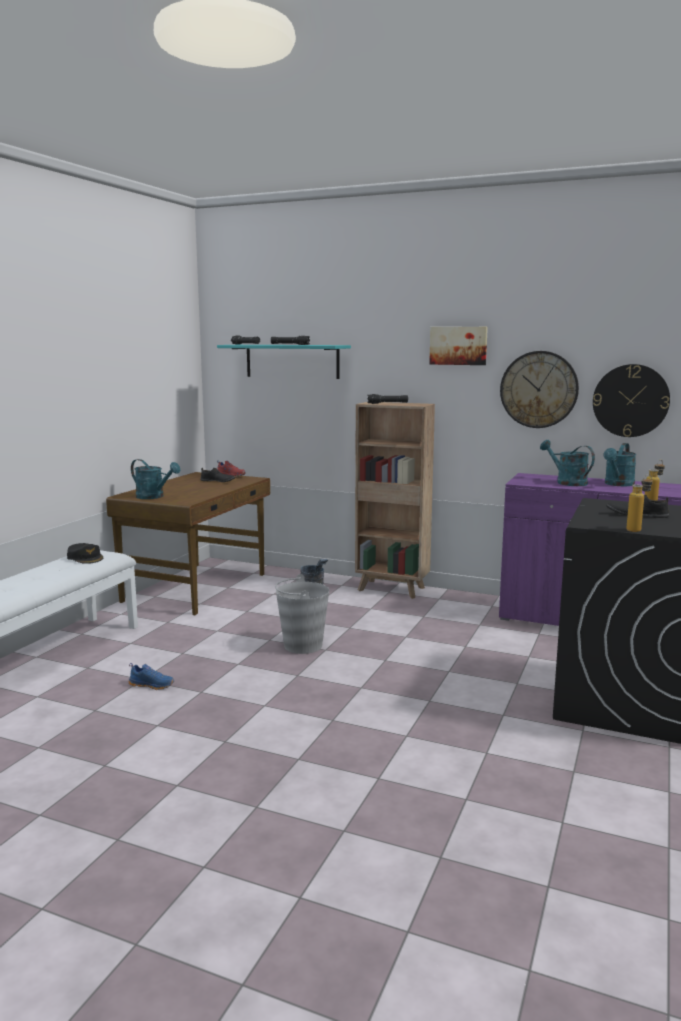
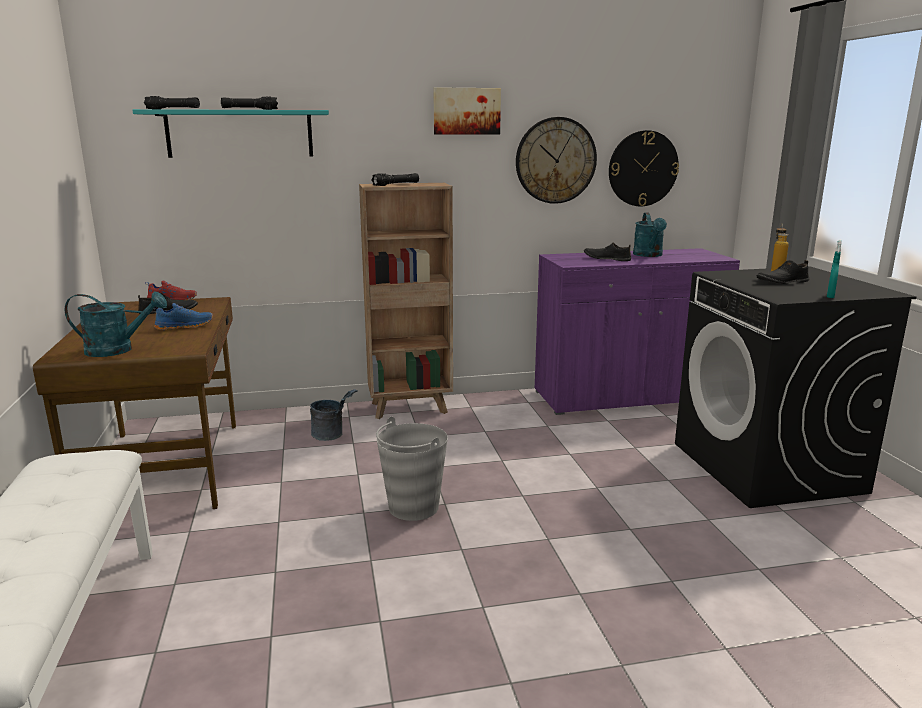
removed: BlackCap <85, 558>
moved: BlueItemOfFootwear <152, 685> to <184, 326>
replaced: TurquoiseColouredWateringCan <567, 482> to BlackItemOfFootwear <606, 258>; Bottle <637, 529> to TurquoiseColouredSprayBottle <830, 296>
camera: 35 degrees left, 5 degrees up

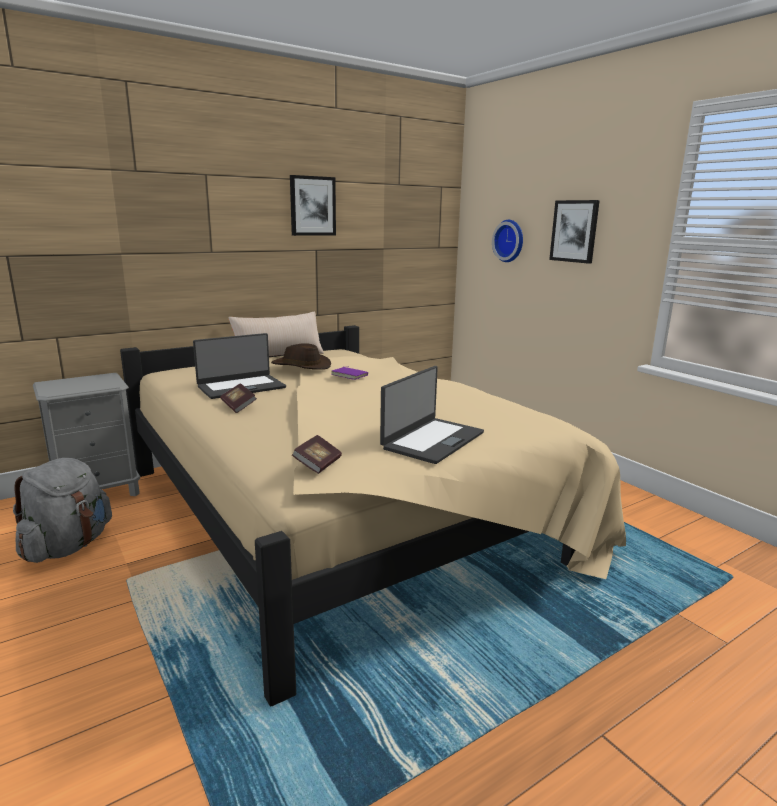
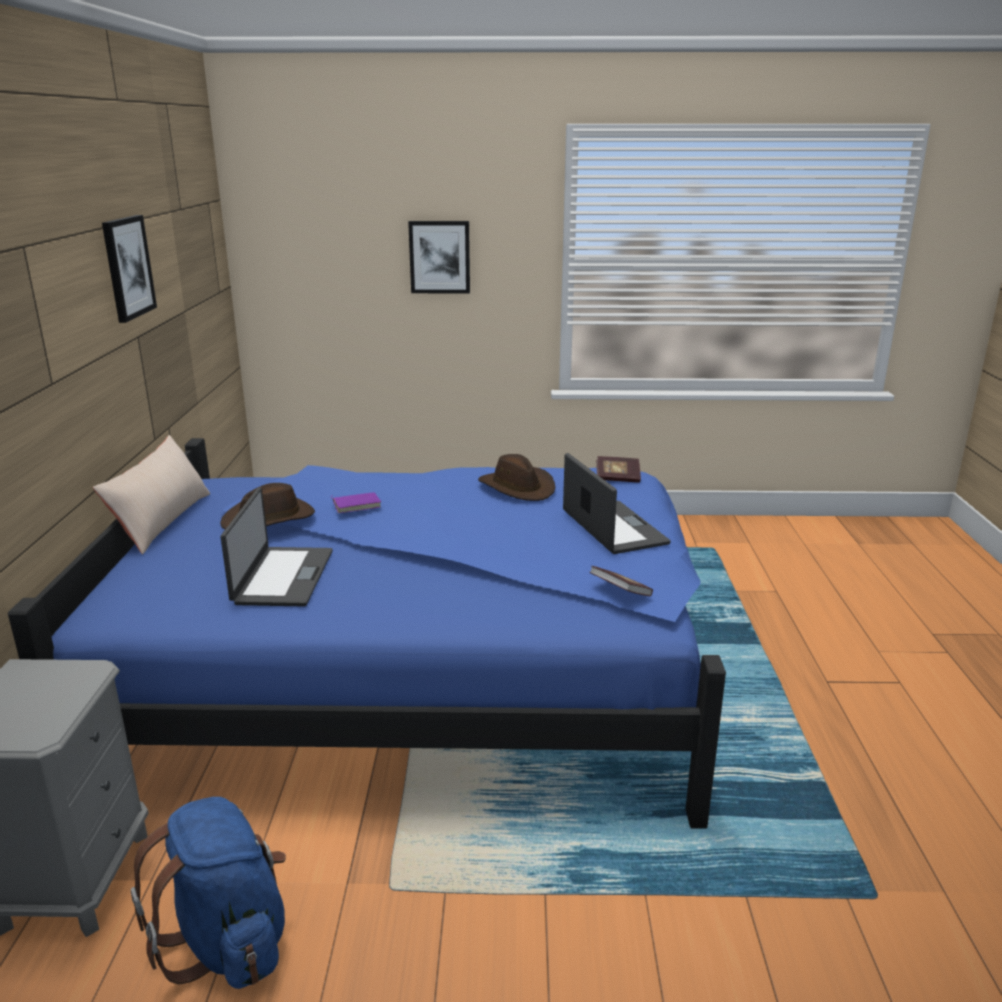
removed: WallClock <510, 241>
added: BrownishHat <518, 487>
moved: Volume <238, 406> to <617, 478>
recoloured: GreyishKnapsack <68, 546> to BlueKnapsack <228, 940>; BeigeBedroomBed <347, 513> to BlueBedroomBed <426, 674>
camera: 55 degrees left, 5 degrees up

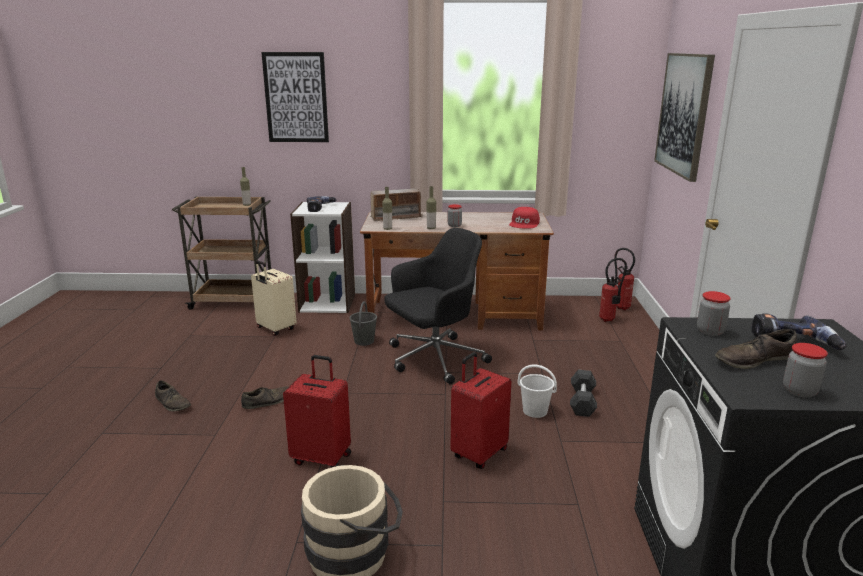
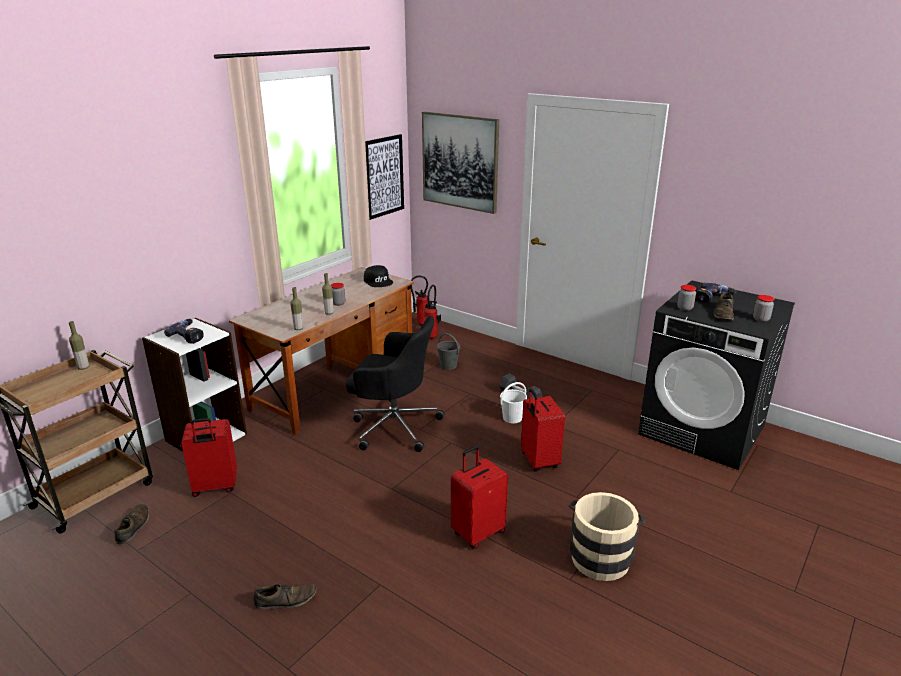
removed: RadioReceiver <396, 217>
moved: BrownishItemOfFootwear <268, 401> to <133, 527>; WallArt <296, 98> to <384, 176>; GreyishWaterBucket <364, 341> to <448, 366>
recoloured: BeigeSuitcase <275, 329> to RedSuitcase <215, 487>; RedCap <524, 224> to BlackCap <378, 281>
turned: BlackOfficeChair <434, 359> = <394, 426> 105 degrees clockwise
camera: 55 degrees left, 5 degrees up

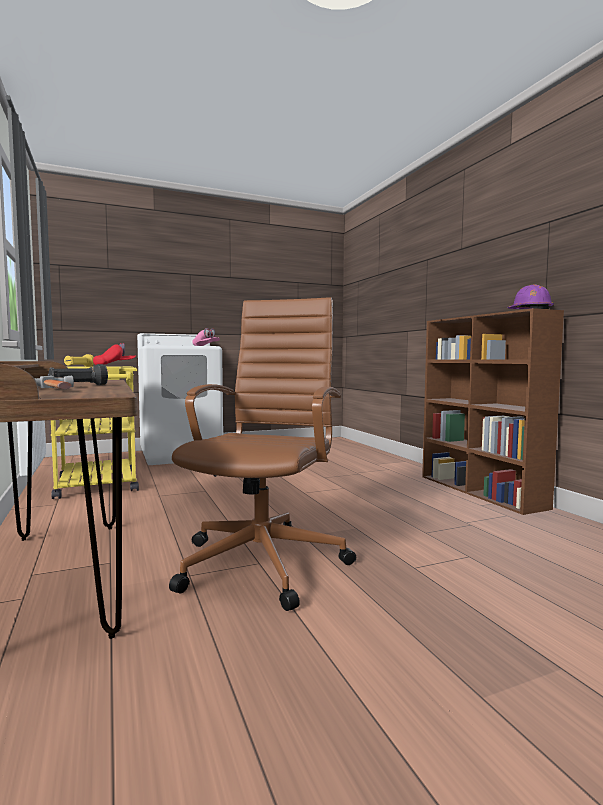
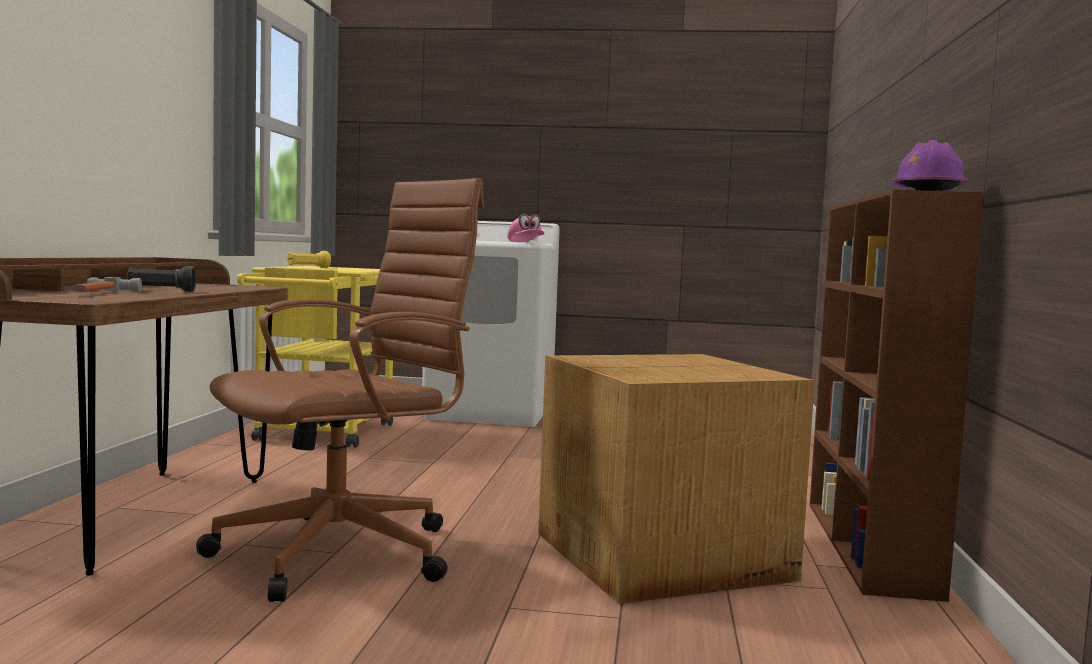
removed: RedCap <115, 366>
added: Carton <666, 557>
camera: 30 degrees right, 0 degrees up

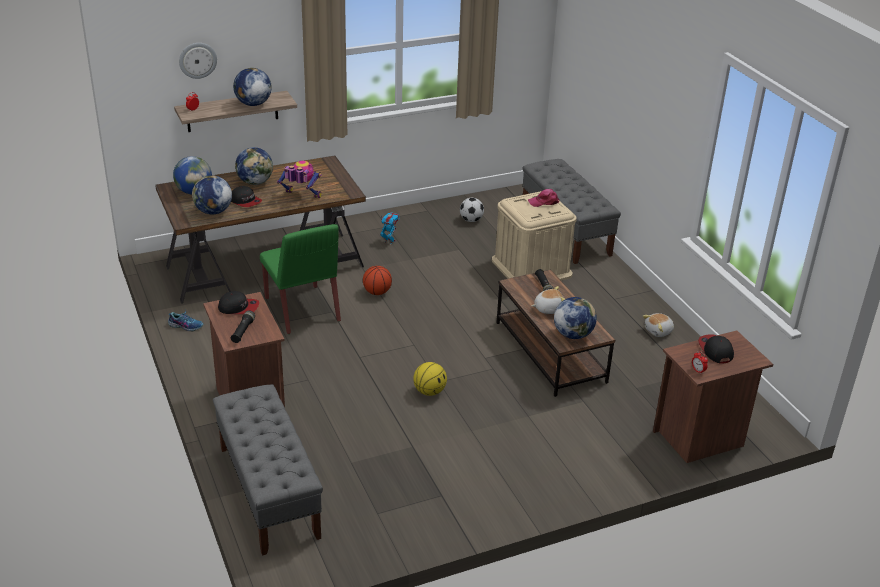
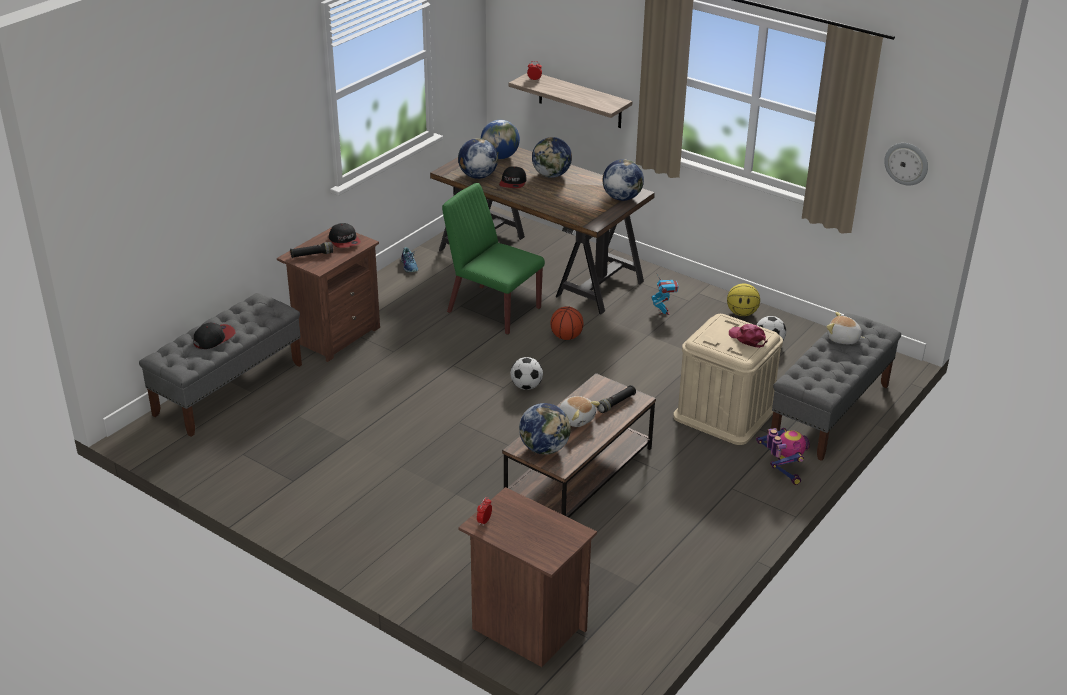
added: Football <526, 386>
moved: WallClock <197, 60> to <906, 163>; DeskGlobe <253, 104> to <621, 198>; ModelRobot <301, 197> to <781, 471>; BasketballBall <429, 391> to <742, 313>; SoftToy <659, 331> to <843, 339>; Cap <715, 350> to <214, 338>
turned: GreenColouredChair <302, 310> = <493, 310> 90 degrees clockwise
camera: 60 degrees right, 0 degrees up

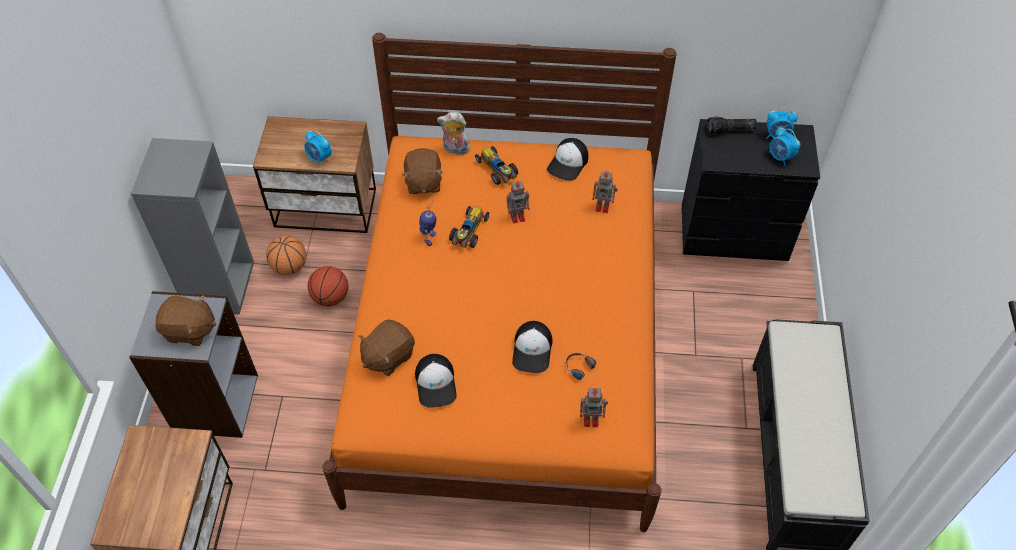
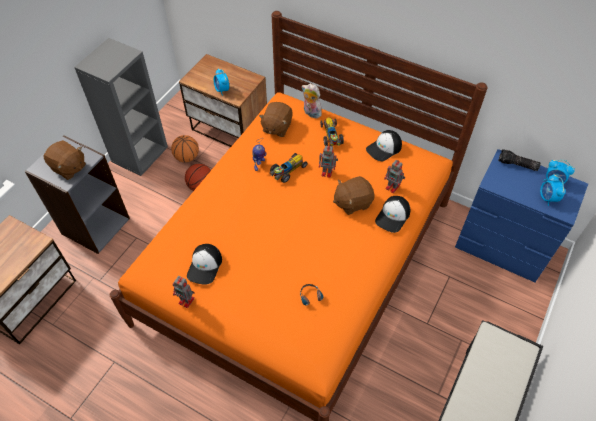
moved: BrownishSoftToy <388, 356> to <352, 202>; Cap <532, 350> to <393, 216>; ModelRobot <592, 419> to <187, 301>
recoloured: BlackDrawerChest <734, 234> to BlueDrawerChest <502, 247>
camera: 25 degrees right, 0 degrees up

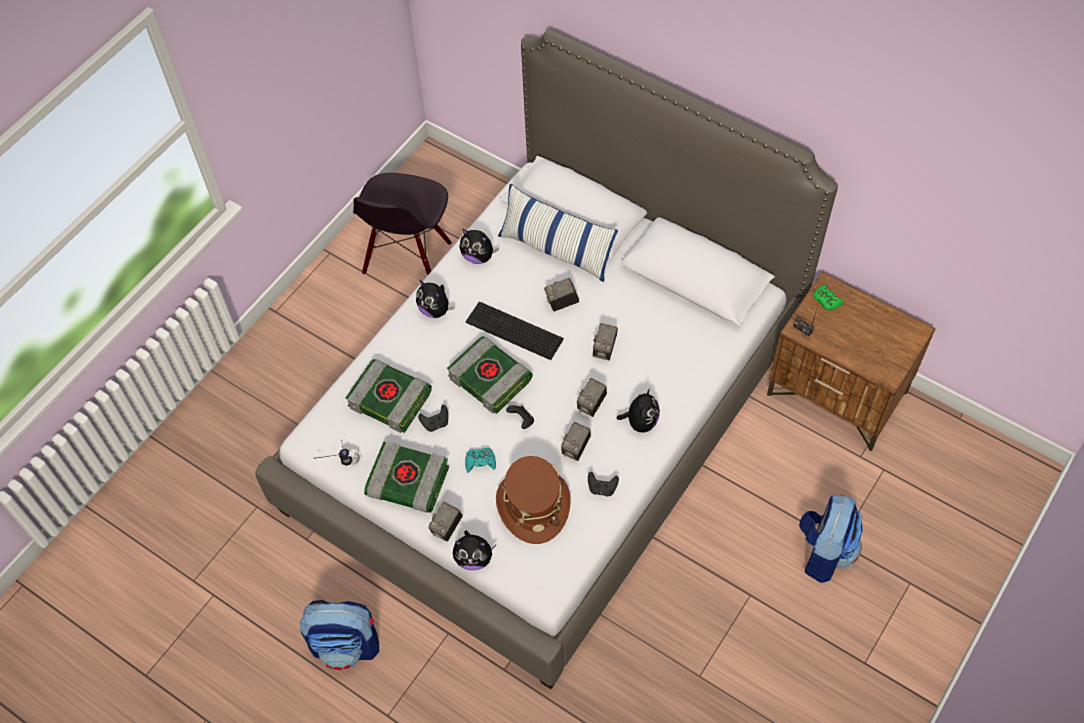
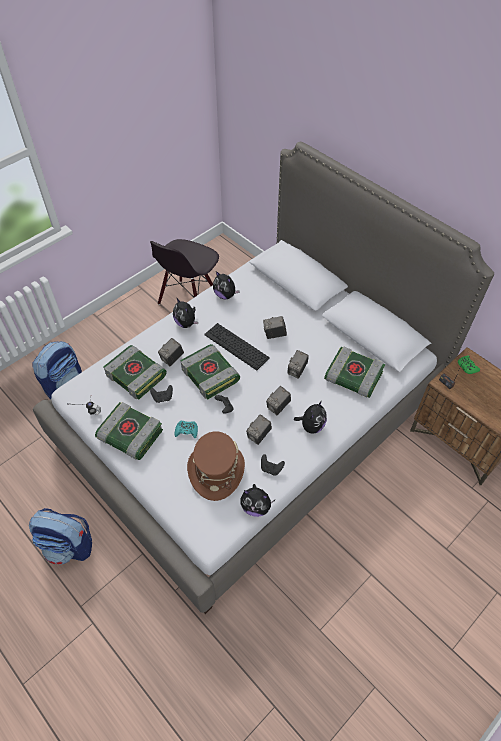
removed: Cushion <556, 249>
added: Volume <352, 377>
moved: PhotoCamera <447, 528> to <172, 359>; SoftToy <474, 558> to <256, 507>; Knapsack <823, 551> to <64, 384>
camera: 10 degrees right, 5 degrees down

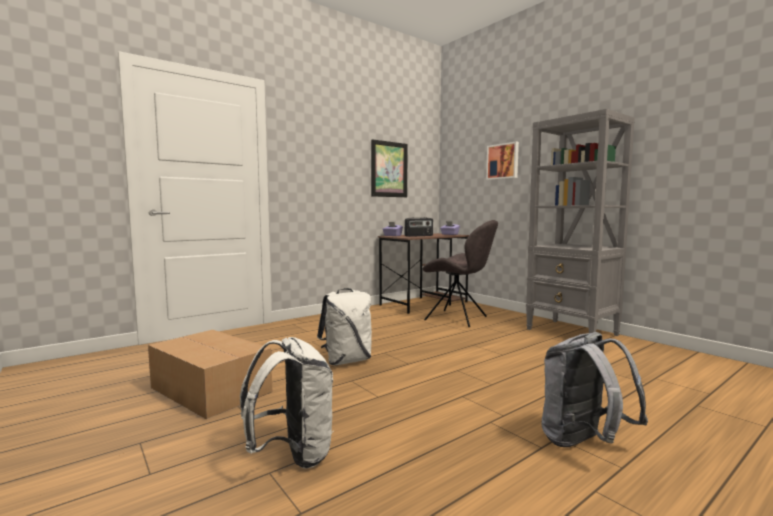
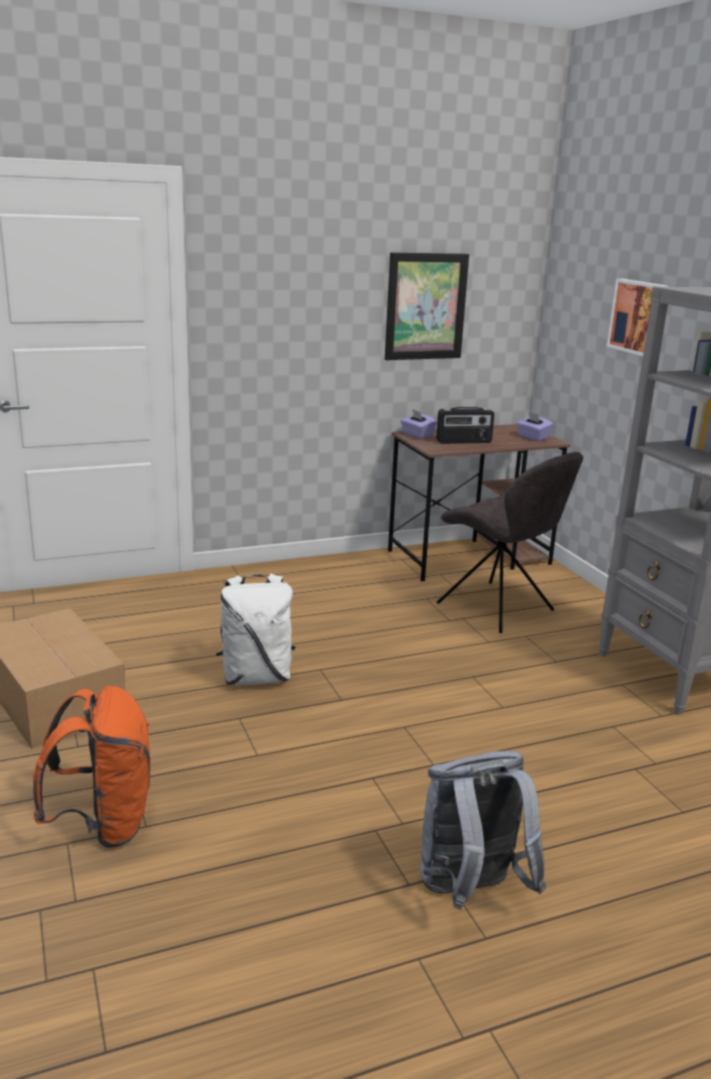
recoloured: WhiteKnapsack <293, 454> to OrangeyKnapsack <104, 824>
camera: 15 degrees right, 15 degrees up

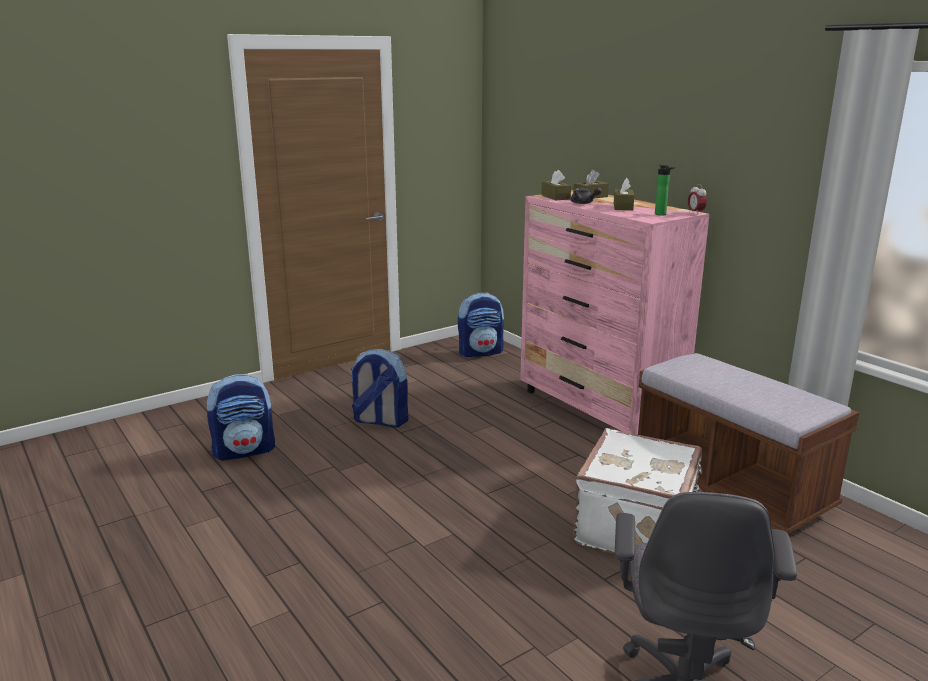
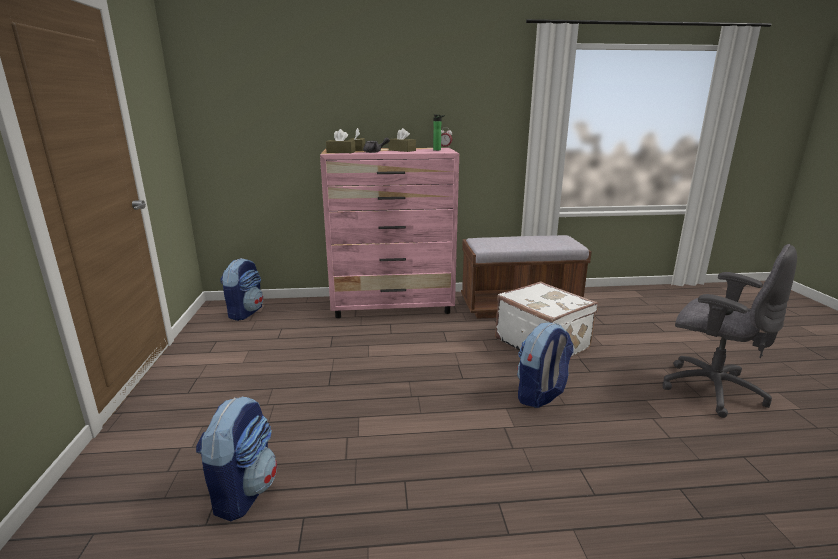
moved: Knapsack <379, 421> to <541, 395>
camera: 60 degrees left, 0 degrees up

